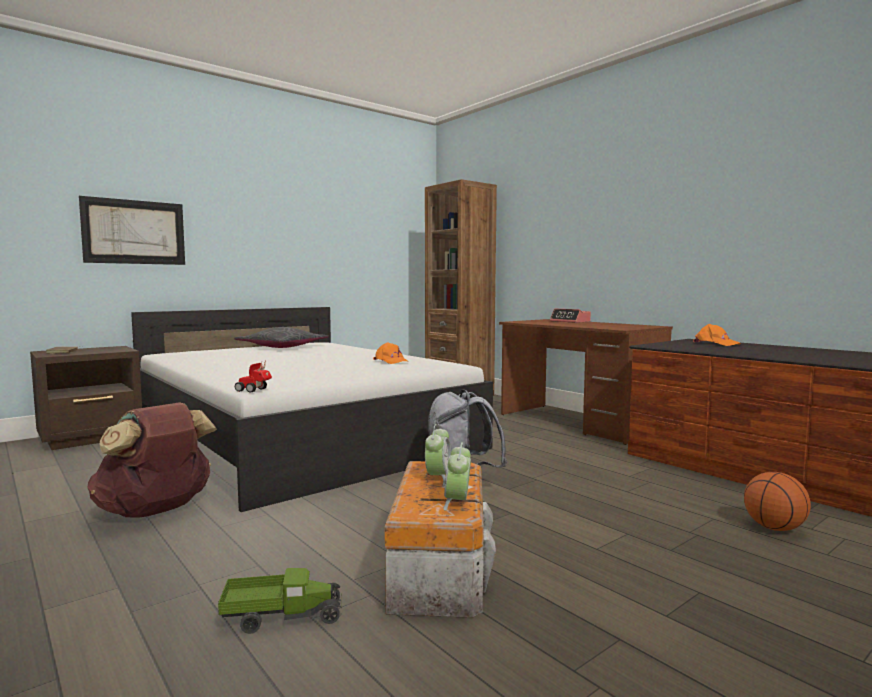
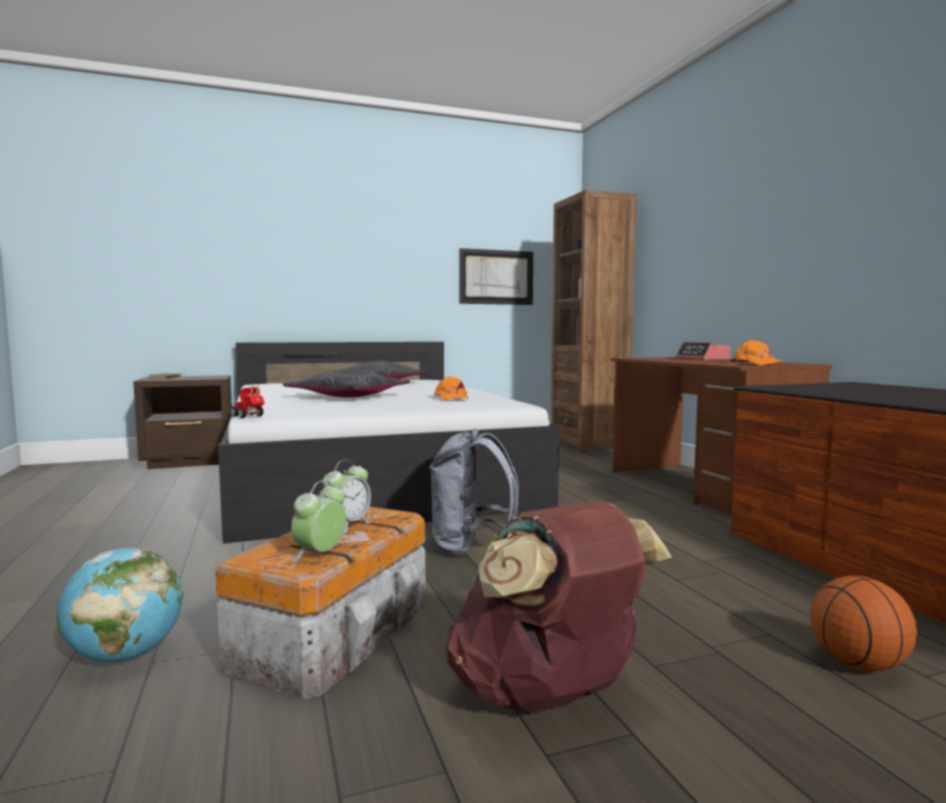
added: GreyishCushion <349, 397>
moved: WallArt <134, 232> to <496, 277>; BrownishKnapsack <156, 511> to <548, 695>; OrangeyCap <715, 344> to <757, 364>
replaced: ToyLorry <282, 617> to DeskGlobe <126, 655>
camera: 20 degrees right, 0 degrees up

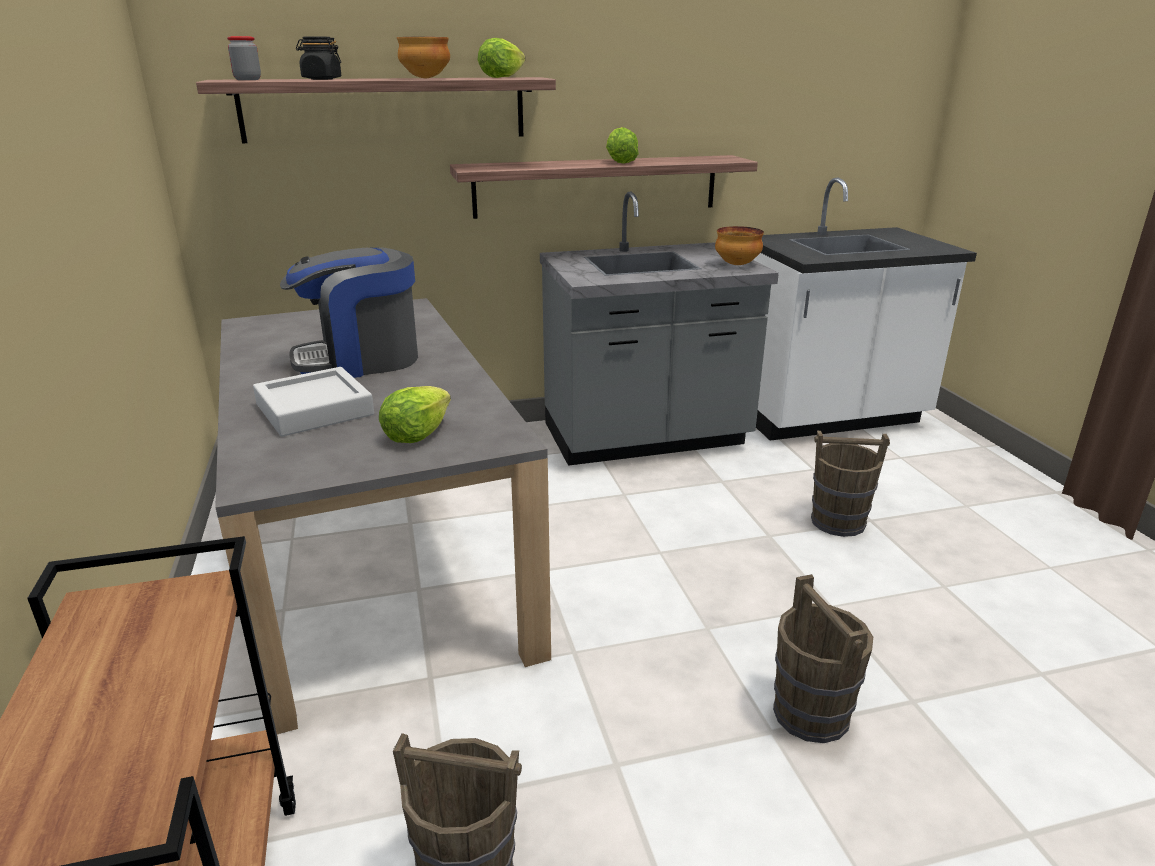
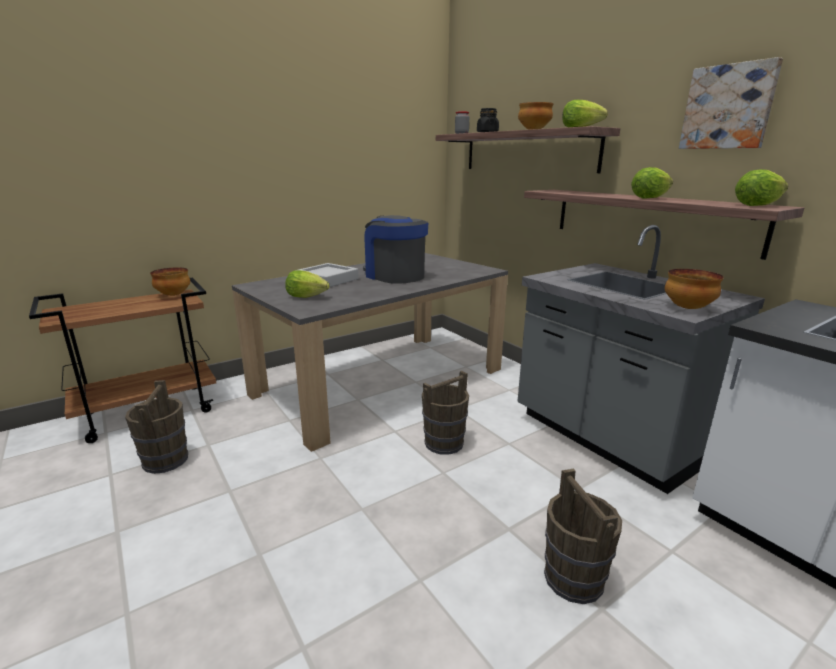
added: DeepDish <174, 295>; WallArt <728, 107>; HeadOfLettuce <756, 205>
moved: BrownishWaterBucket <810, 713> to <444, 443>
camera: 70 degrees right, 5 degrees down

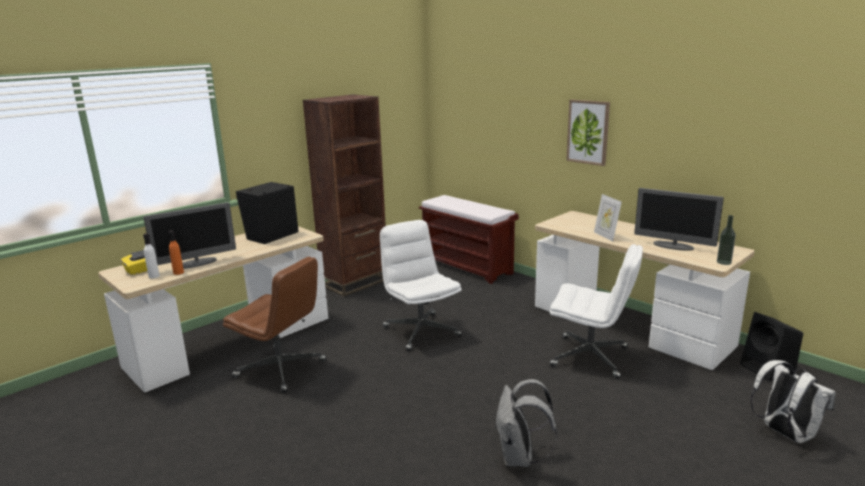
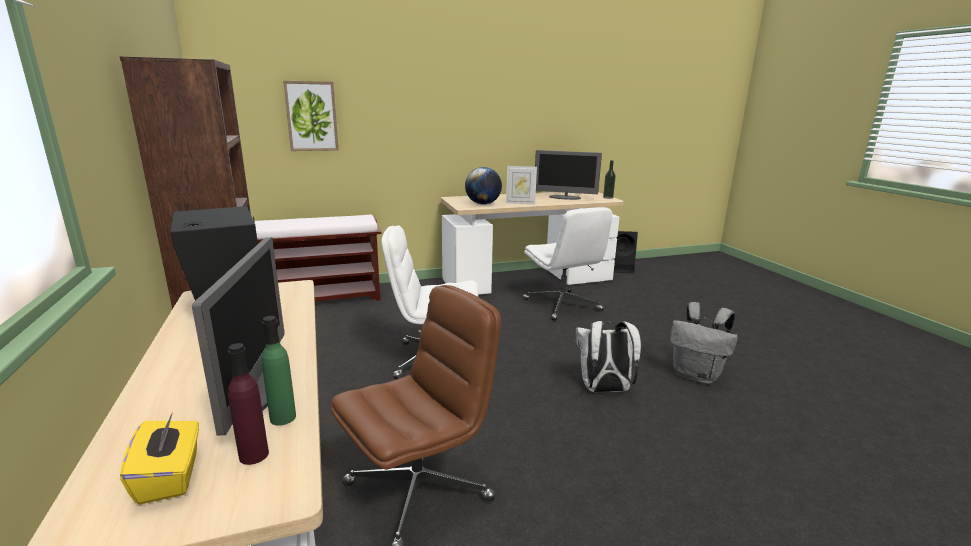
added: DeskGlobe <483, 204>
moved: WallArt <588, 132> to <311, 116>; WhiteKnapsack <784, 433> to <604, 390>
recoloured: WhiteBottle <154, 276> to PurplishBottle <254, 455>; OrangeyBottle <178, 272> to GreenColouredBottle <283, 418>
turned: WhiteOfficeChair <591, 357> = <562, 305> 105 degrees clockwise; ComputerScreen <673, 246> = <565, 198> 45 degrees clockwise
camera: 65 degrees left, 0 degrees up

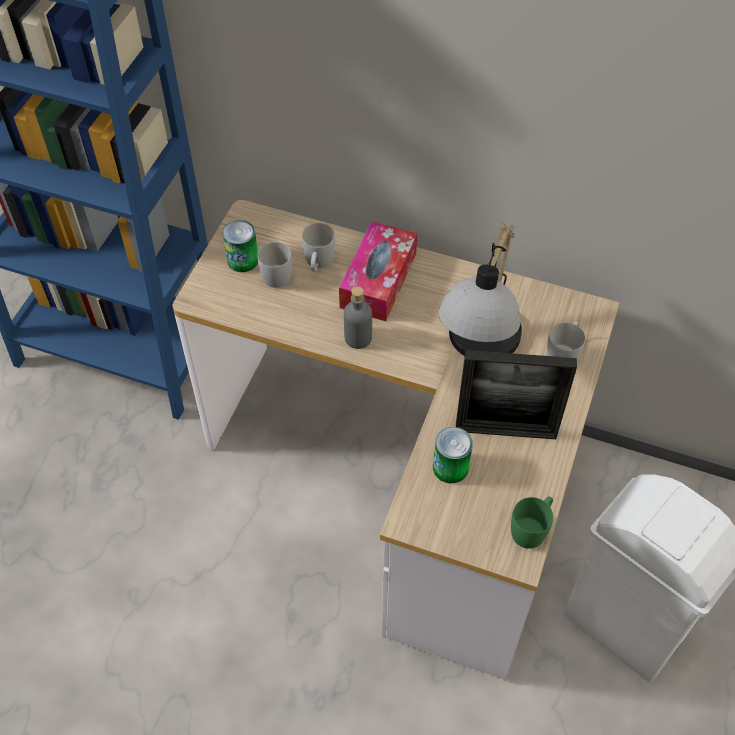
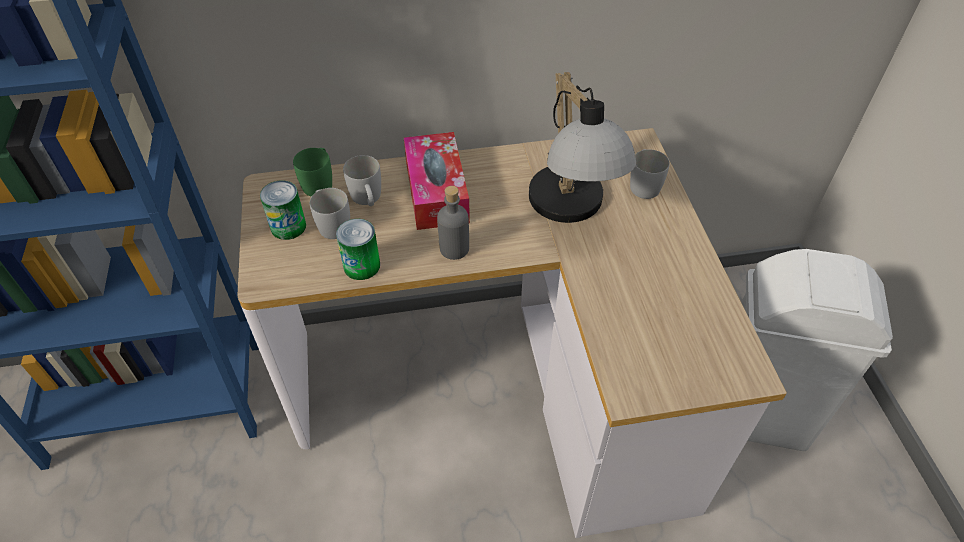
removed: PhotoFrame <505, 431>
moved: Can <450, 467> to <361, 265>; GreenColouredTeaMug <532, 528> to <319, 182>
camera: 30 degrees left, 5 degrees down

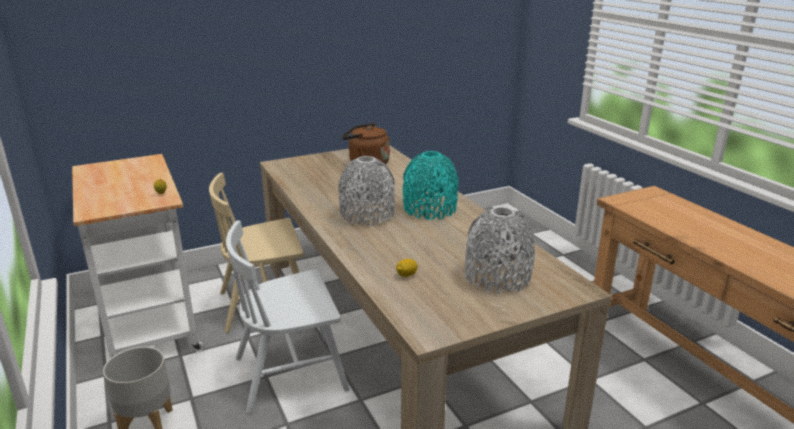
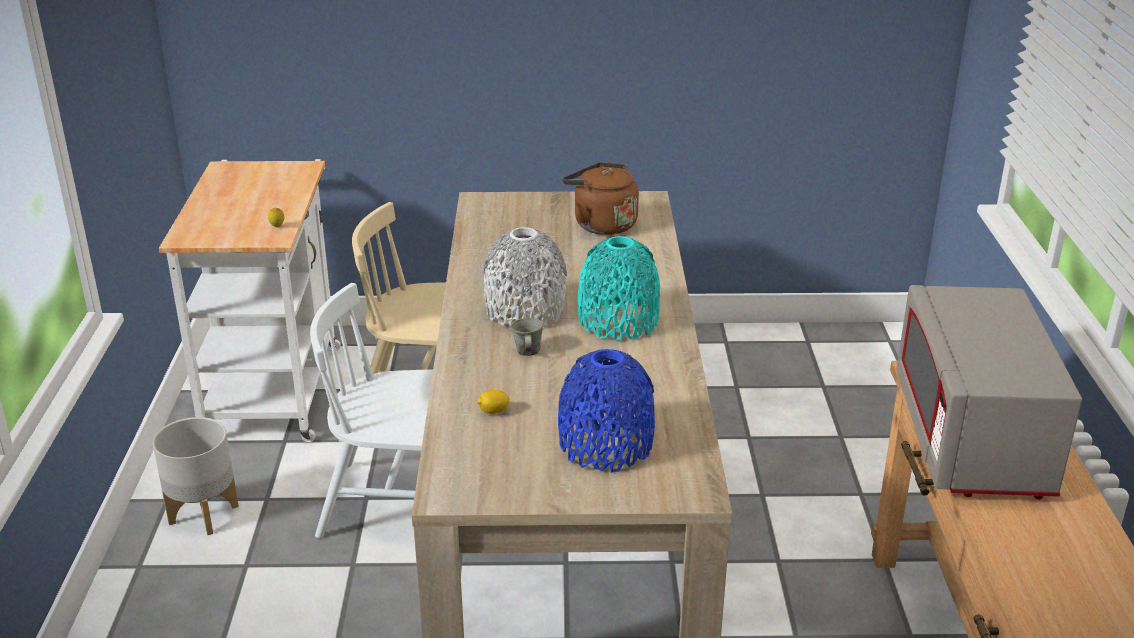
added: GreyishTeaMug <528, 352>; GreyishMicrowaveOven <970, 439>
recoloured: GreyishDecorativeVase <497, 277> to BlueDecorativeVase <605, 445>
camera: 25 degrees right, 5 degrees up

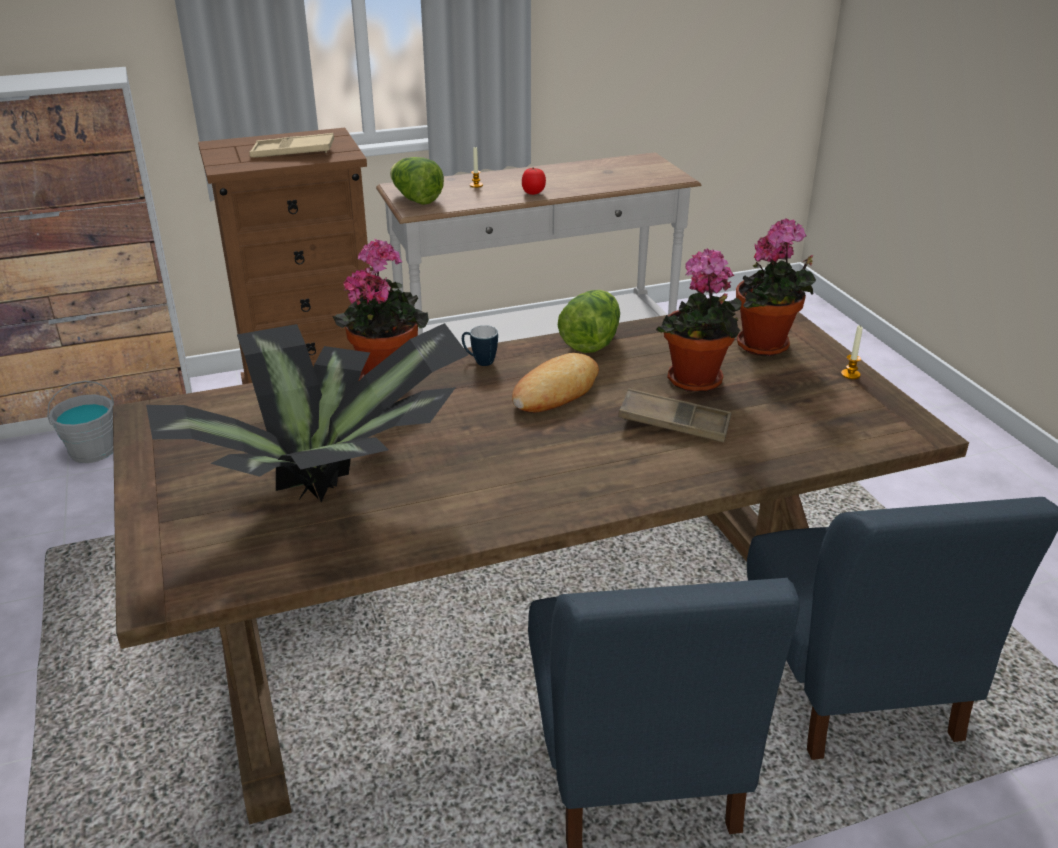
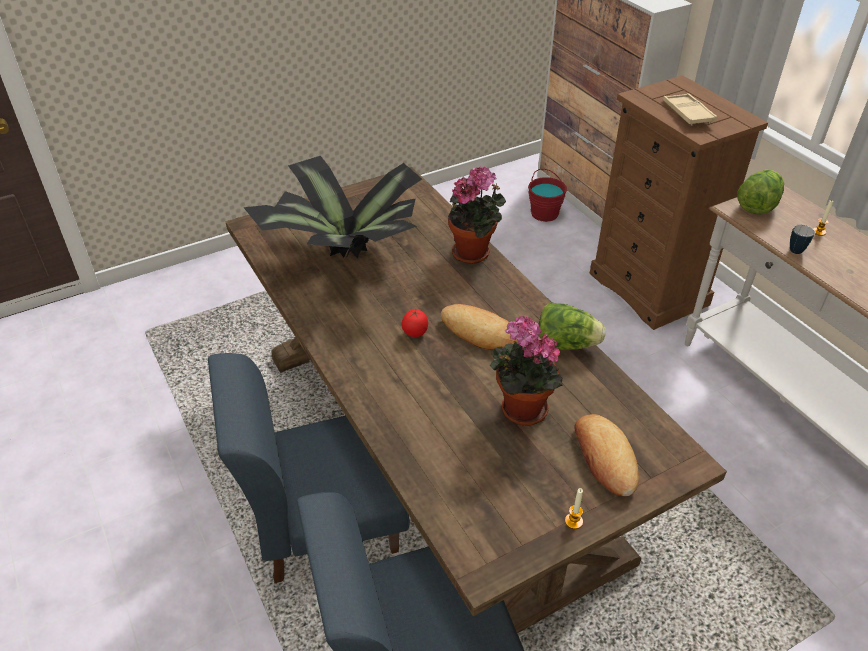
removed: BrownishServingTray <674, 423>
moved: TeaMug <479, 361> to <795, 248>; FreshTomato <533, 193> to <414, 333>
replaced: Houseplant <766, 347> to BakeryBread <604, 458>
recoloured: GreyishWaterBucket <92, 450> to RedWaterBucket <545, 213>
camera: 80 degrees right, 10 degrees up

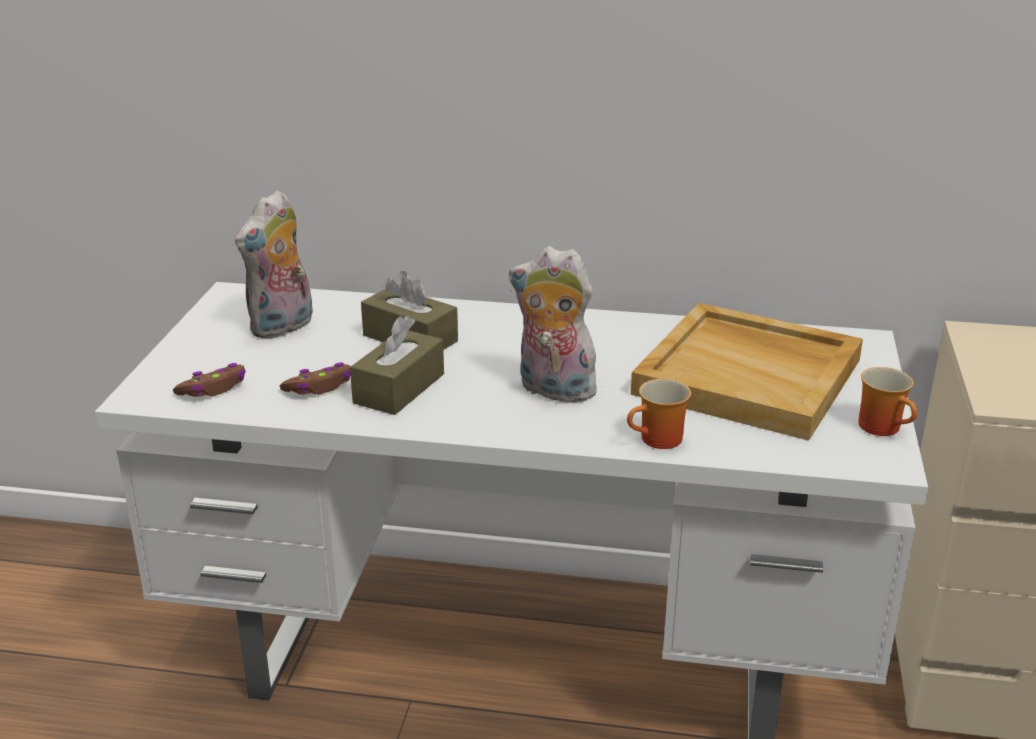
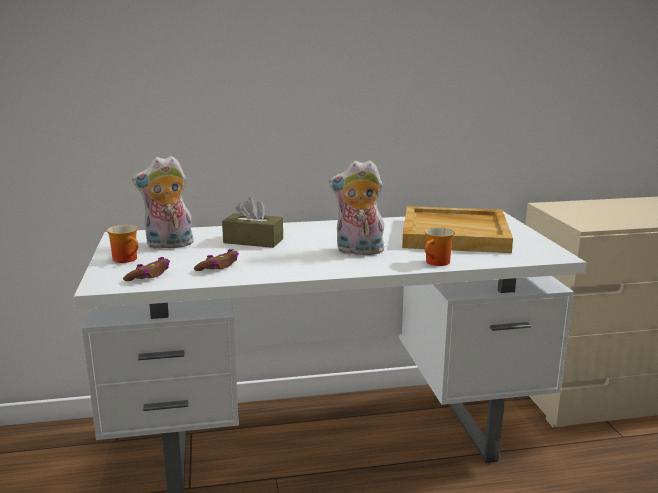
removed: BrownishBoxOfTissues <399, 388>
moved: TeaMug <885, 427> to <128, 259>
turned: SoftToy <283, 327> = <168, 245> 60 degrees clockwise
camera: 20 degrees left, 10 degrees down

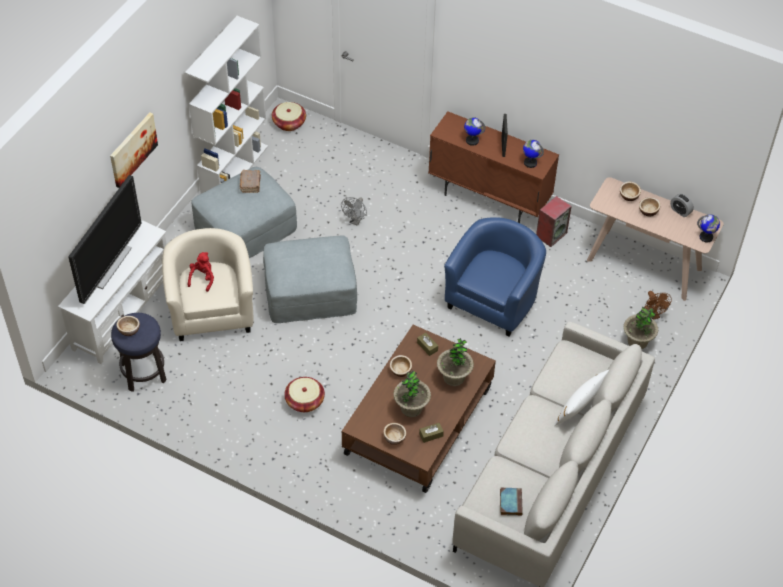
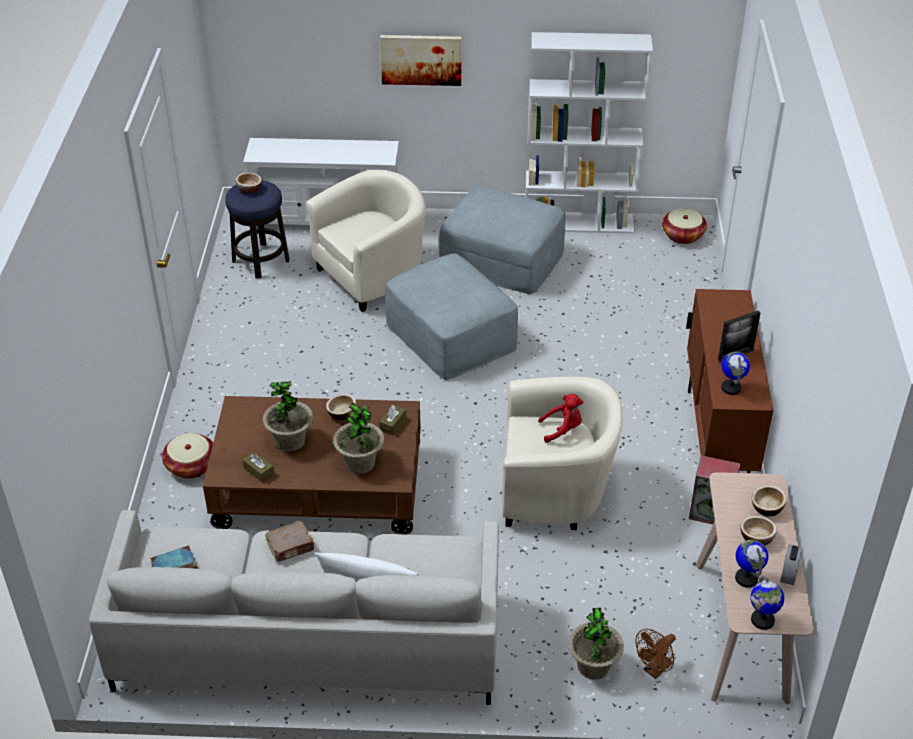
removed: Tv <109, 265>; GreyishElectricFan <355, 221>; DeepDish <394, 438>
moved: RedSoftToy <202, 278> to <562, 429>; BrownishVolume <250, 184> to <291, 547>; StorageBasket <304, 401> to <191, 466>; DeskGlobe <472, 140> to <746, 578>
recoloured: BlueLoungeChair <494, 299> to BeigeLoungeChair <556, 492>
camera: 65 degrees right, 10 degrees down

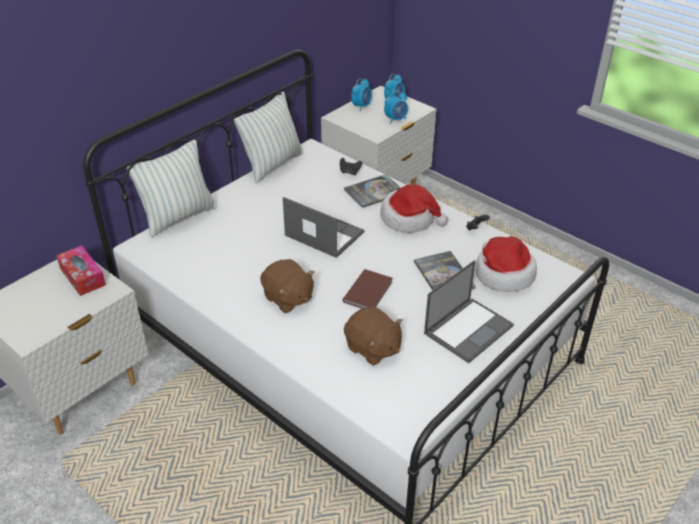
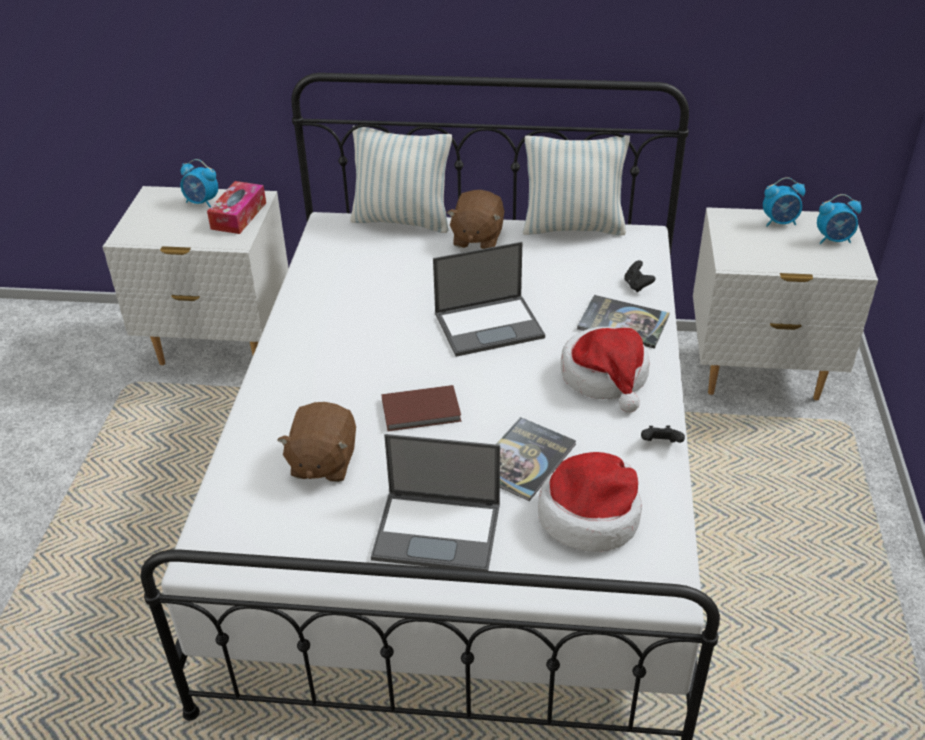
moved: BrownishSoftToy <288, 298> to <477, 238>; AlarmClock <396, 119> to <202, 202>
turned: NotebookComputer <323, 234> = <490, 325> 75 degrees clockwise
camera: 55 degrees right, 0 degrees up

